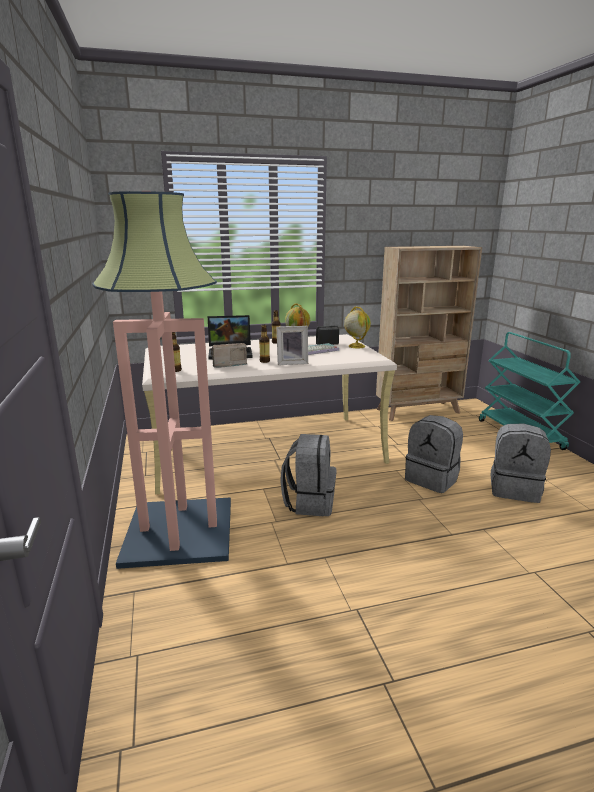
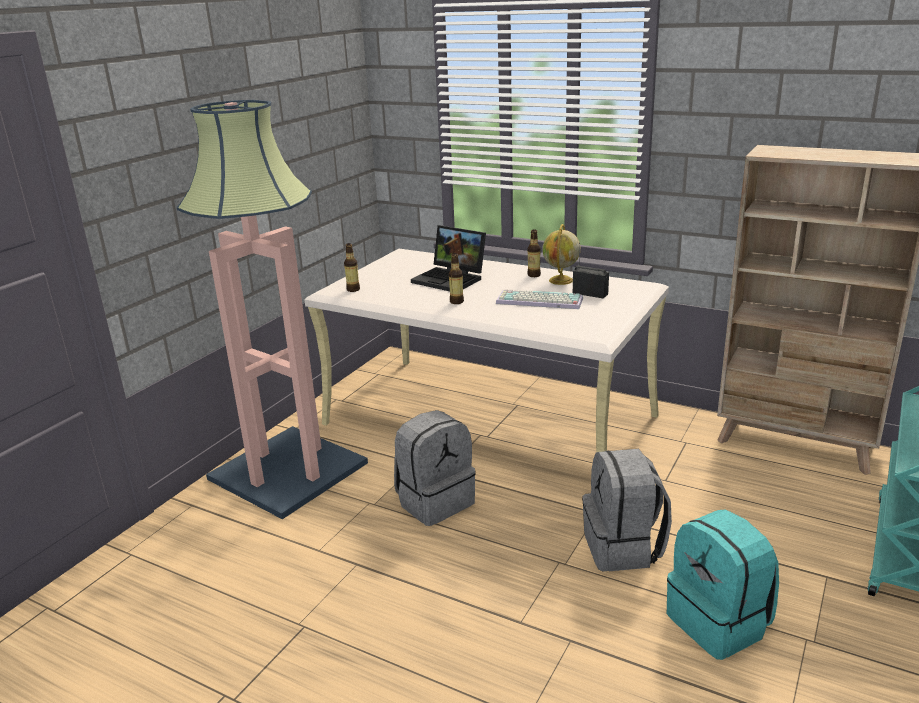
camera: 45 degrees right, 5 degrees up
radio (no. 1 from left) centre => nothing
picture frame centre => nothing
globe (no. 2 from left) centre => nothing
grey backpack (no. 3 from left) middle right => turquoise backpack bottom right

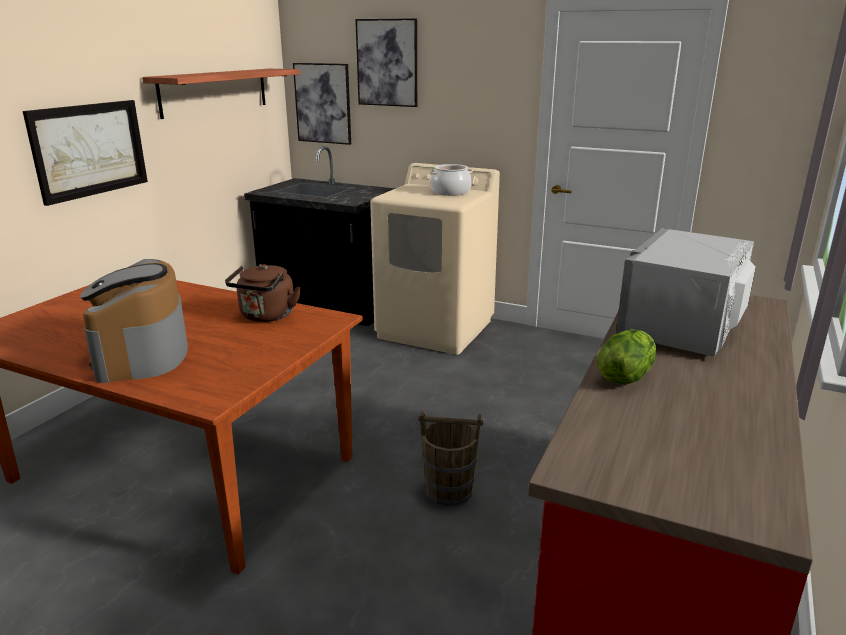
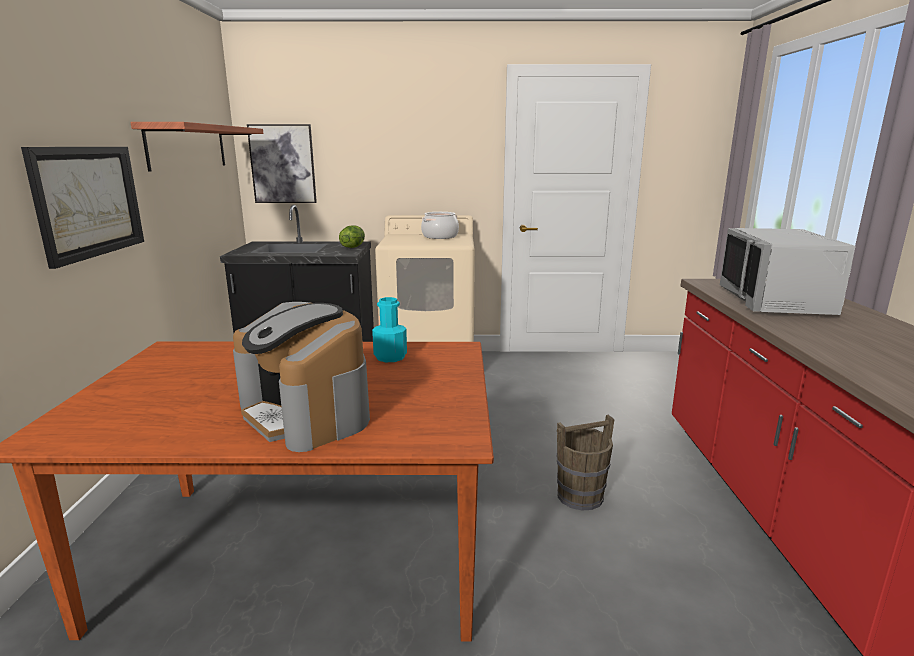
camera: 25 degrees left, 5 degrees down
picture (no. 3 from left) top centre => nothing
lettuce middle right => lettuce centre, relocated
brown kettle middle left => turquoise bottle centre

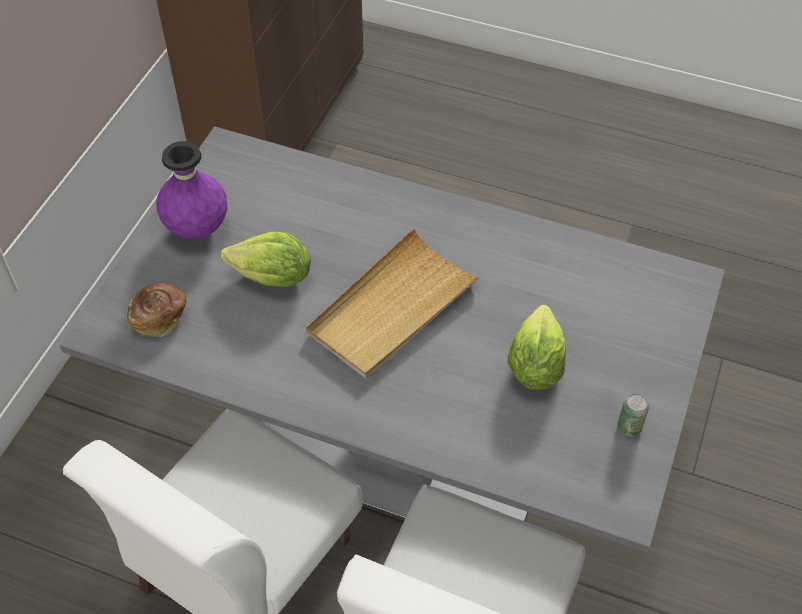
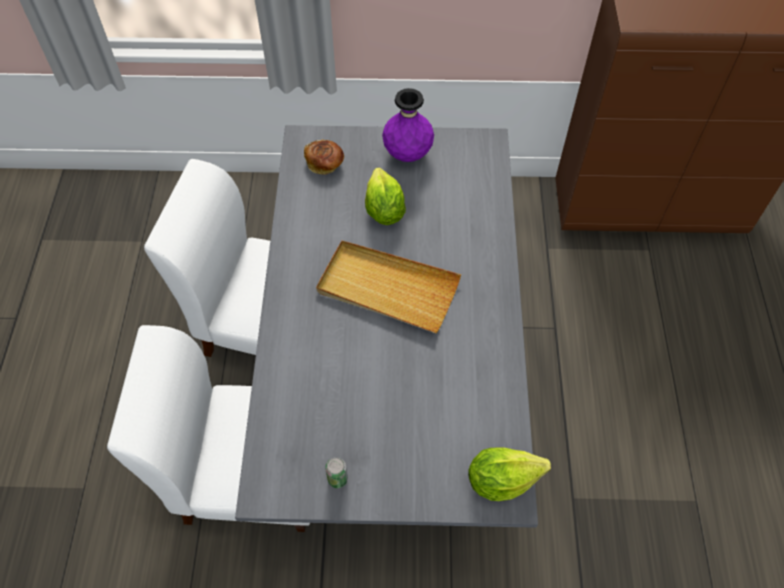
camera: 70 degrees right, 5 degrees up
lettuce (no. 2 from left) middle right => lettuce (no. 2 from left) bottom centre, relocated

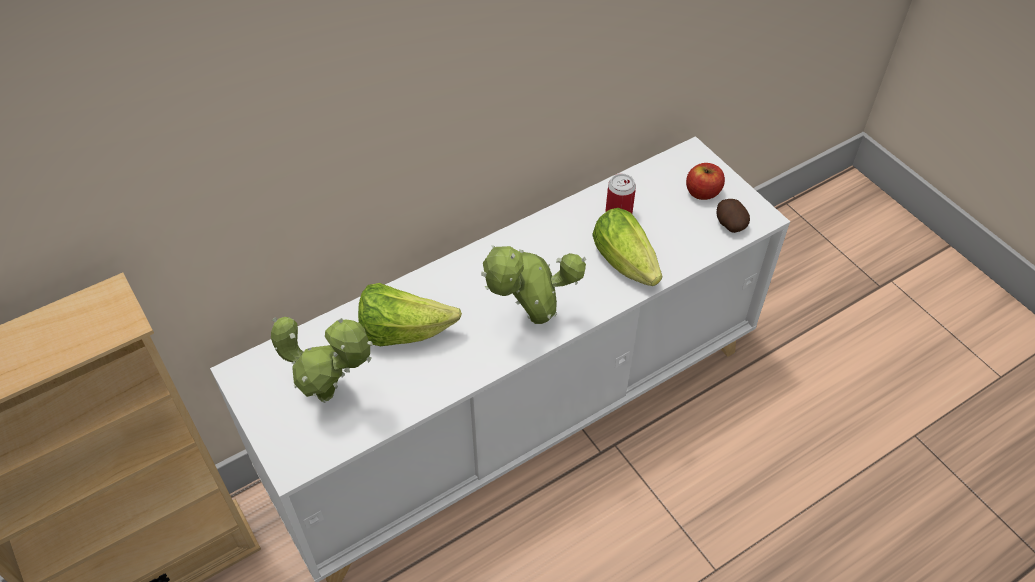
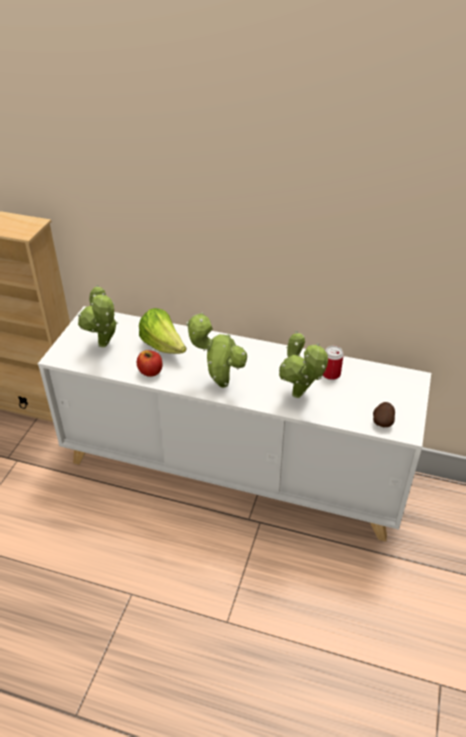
camera: 50 degrees right, 10 degrees down
apple top right => apple middle left, relocated
lettuce (no. 2 from left) centre => potted plant (no. 3 from left) centre

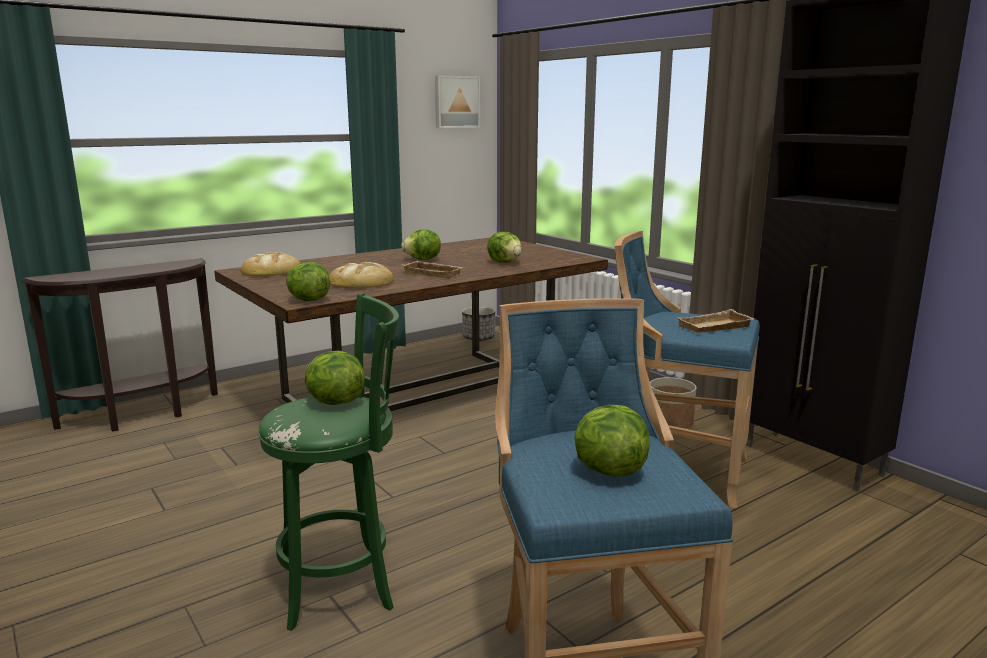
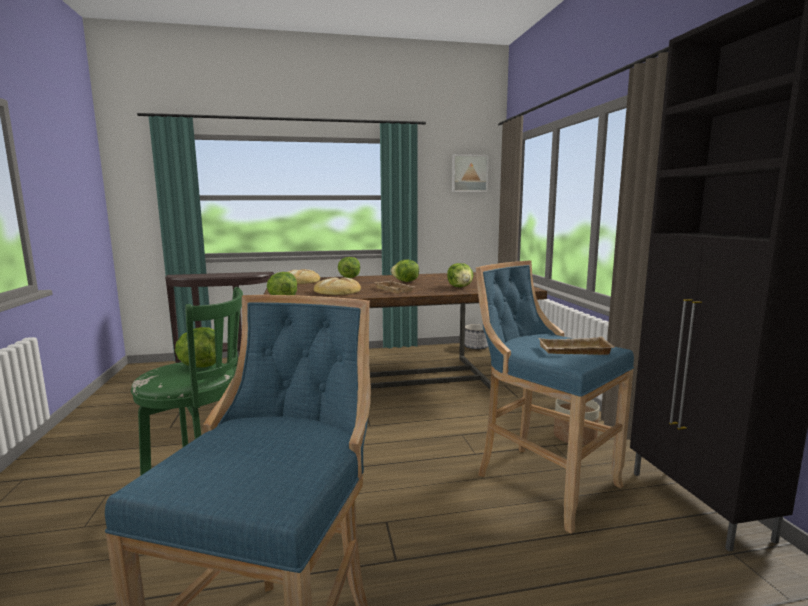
camera: 25 degrees right, 5 degrees down
lettuce (no. 5 from left in the first image) bottom centre => lettuce (no. 3 from left) centre, relocated

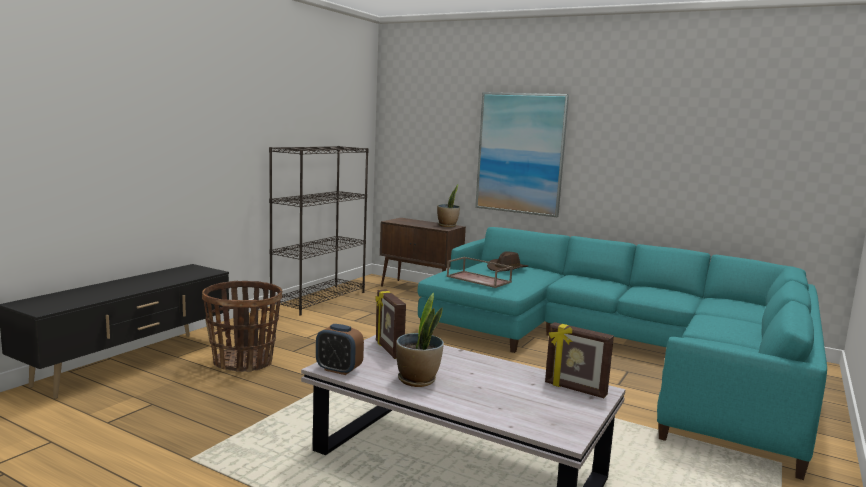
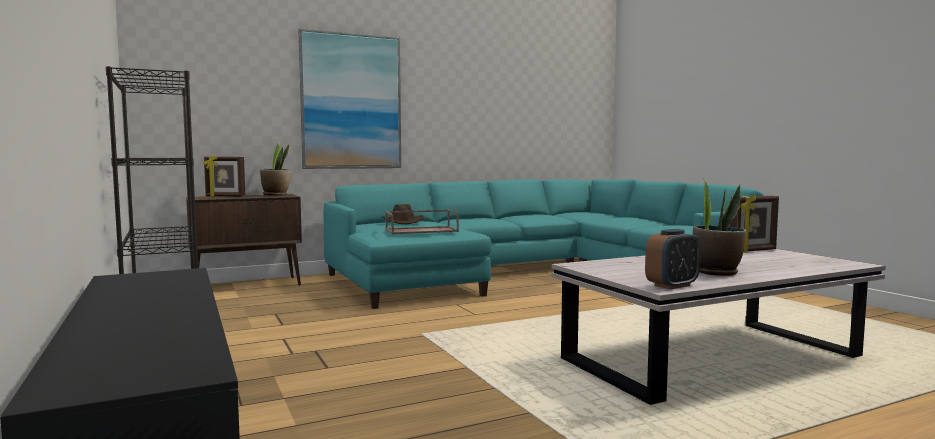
camera: 55 degrees left, 5 degrees down
basket bottom left => nothing
picture frame (no. 1 from left) centre => picture frame (no. 1 from left) middle left, relocated

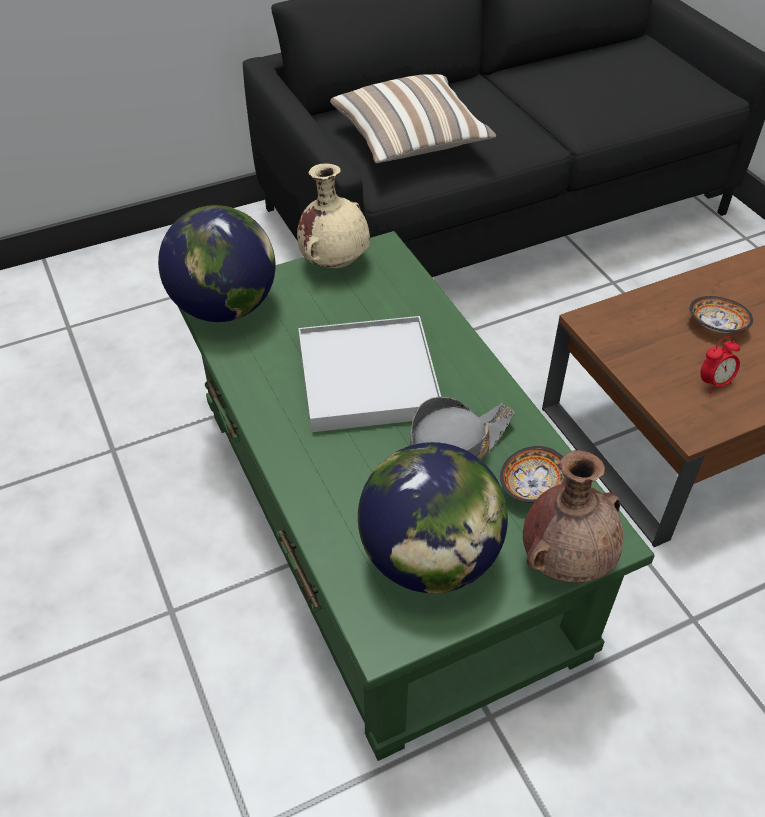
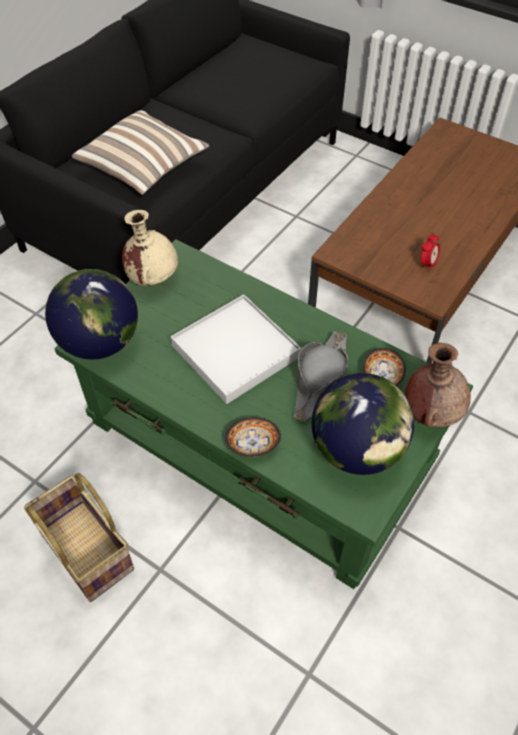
camera: 30 degrees left, 5 degrees up
nothing => basket bottom left
bowl (no. 2 from left in the first image) middle right => bowl (no. 1 from left) centre, relocated

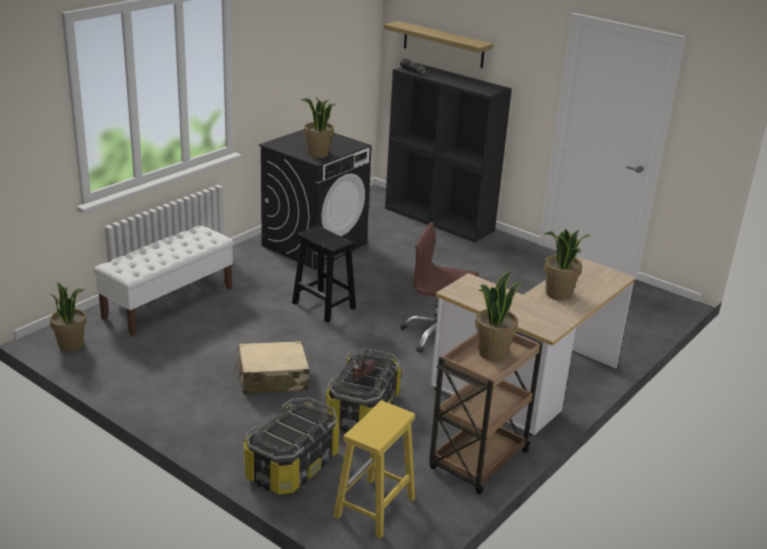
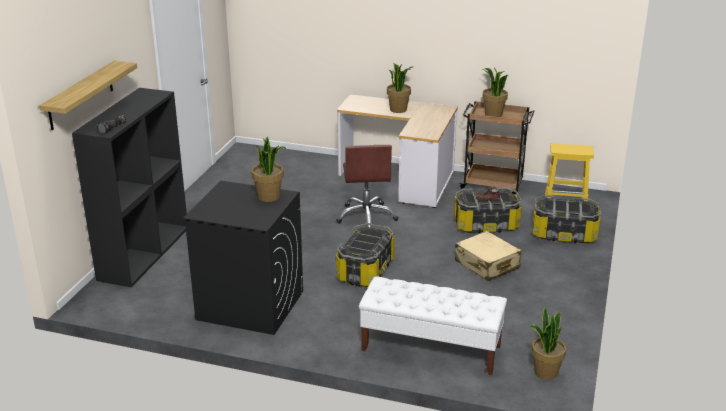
camera: 110 degrees left, 0 degrees up
black stool centre => storage box (no. 1 from left) centre

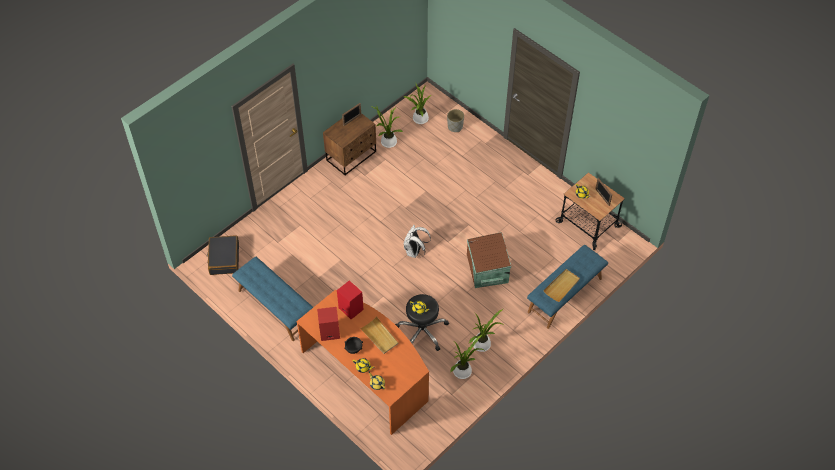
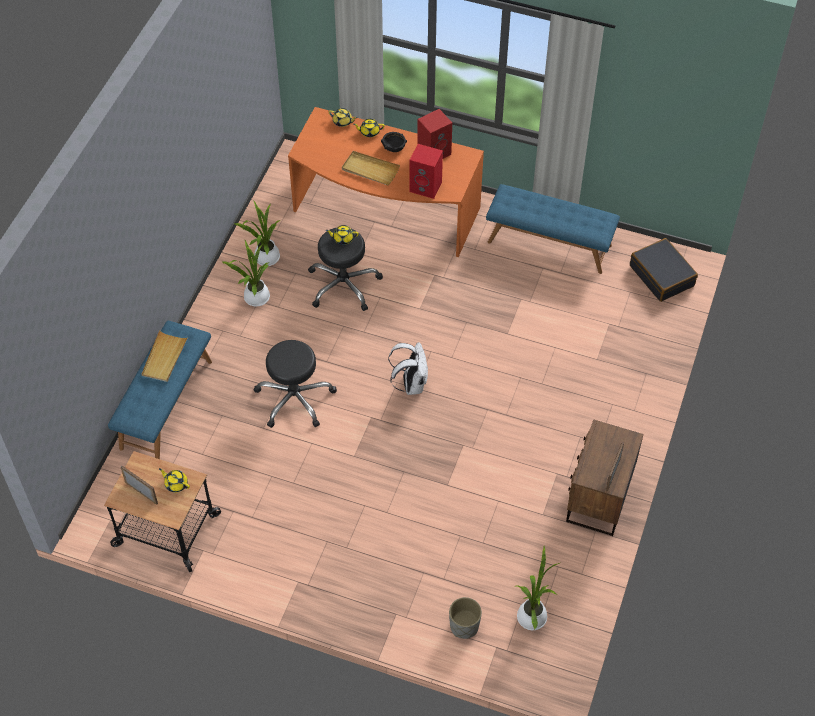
camera: 155 degrees right, 0 degrees up
potted plant (no. 1 from left) top centre => nothing
brown storage box centre => black stool (no. 1 from left) centre

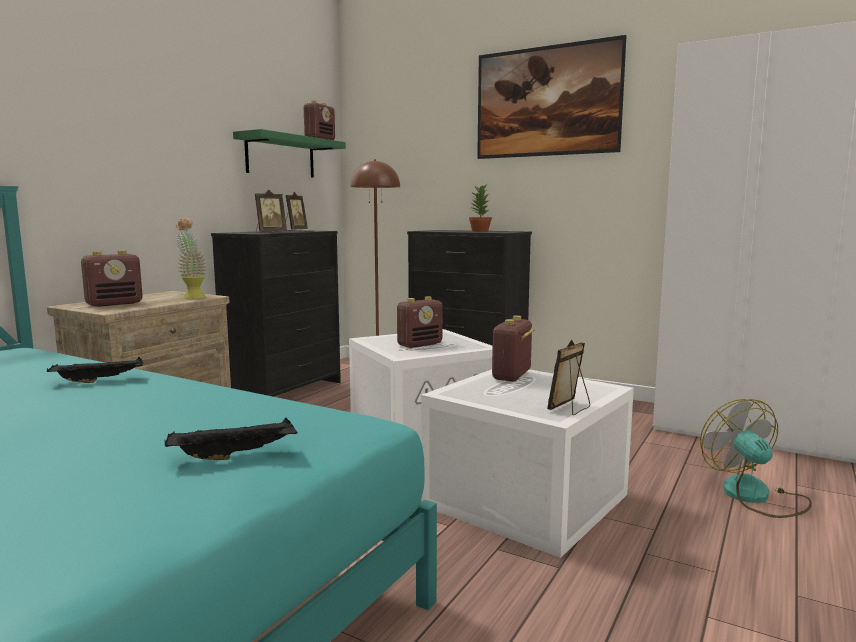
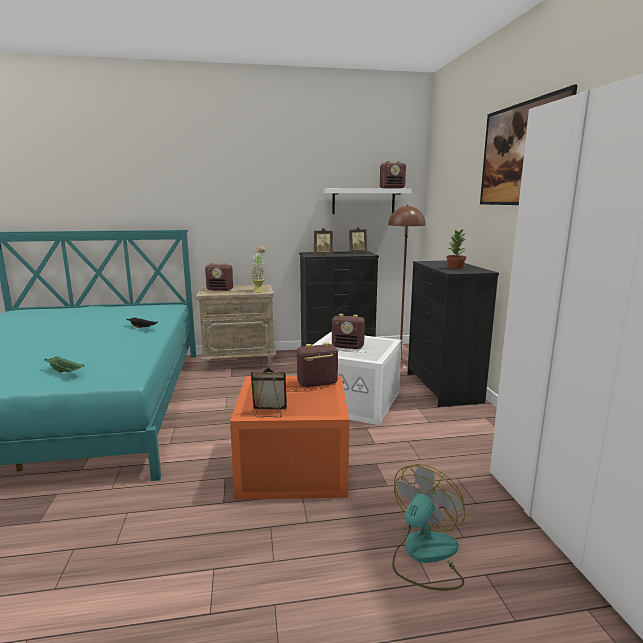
camera: 50 degrees right, 5 degrees up
black tray (no. 2 from left) bottom left => green tray middle left
green shelf top centre => white shelf top centre
white storage box (no. 2 from left) bottom centre => orange storage box bottom centre

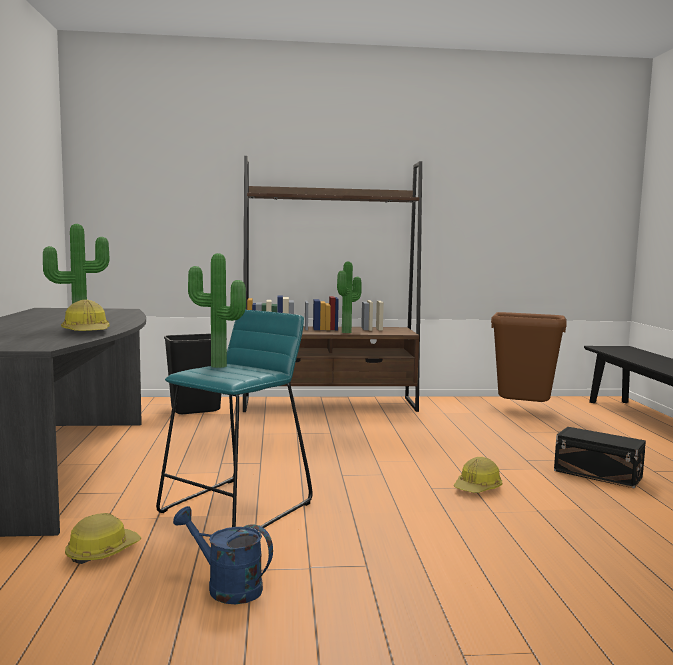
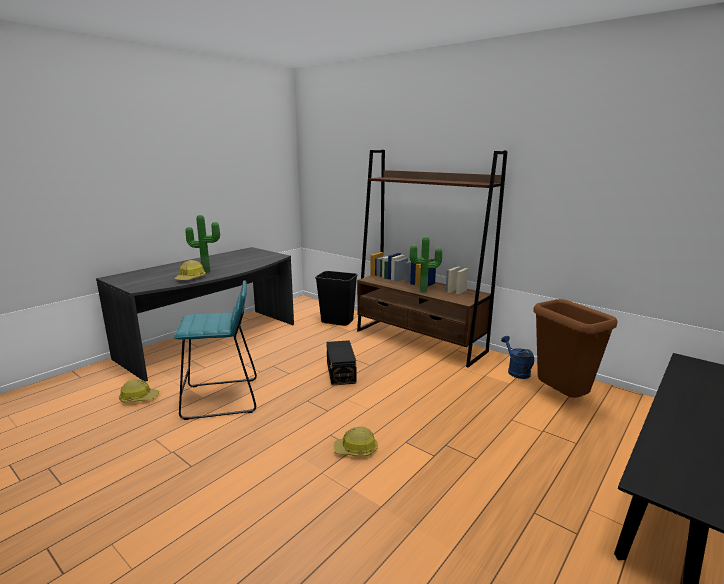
camera: 45 degrees right, 10 degrees up
potted plant (no. 2 from left) middle left => nothing
blue watering can bottom left => blue watering can middle right, relocated
black storage box bottom right => black storage box centre, relocated

